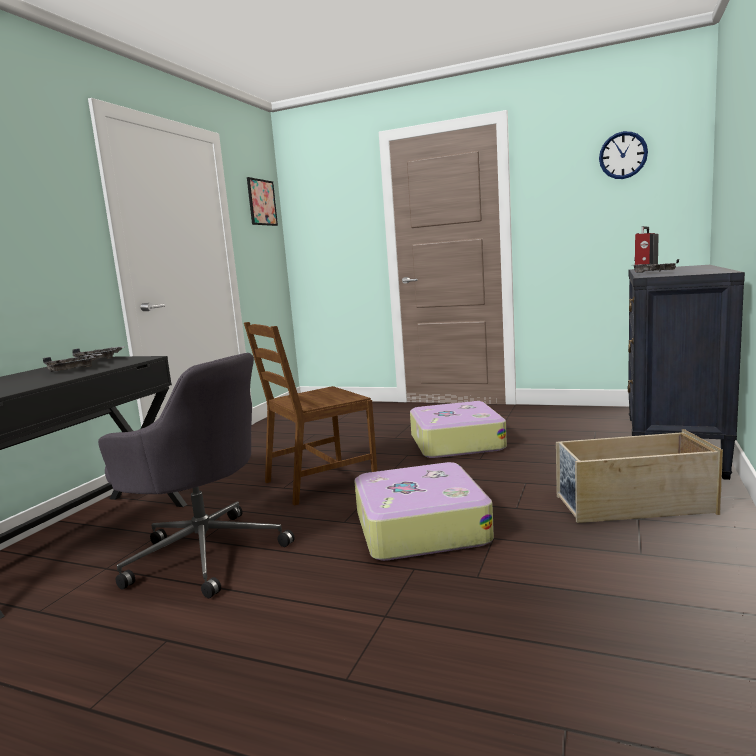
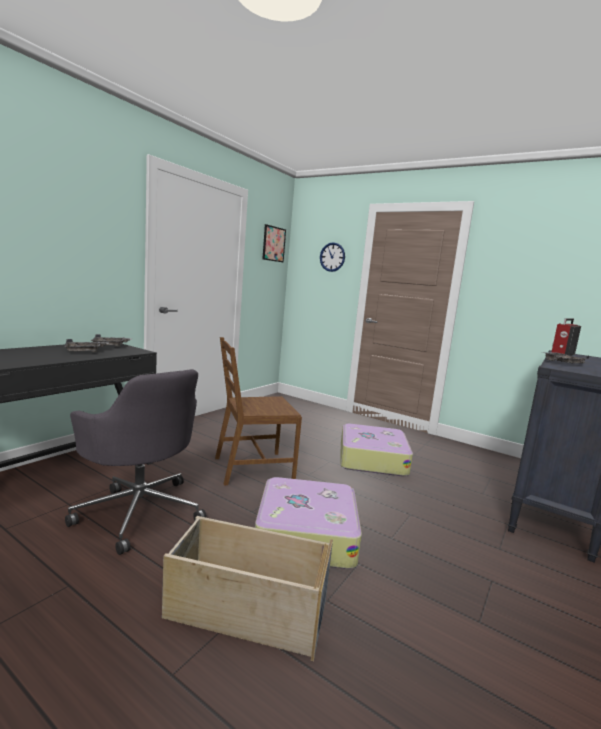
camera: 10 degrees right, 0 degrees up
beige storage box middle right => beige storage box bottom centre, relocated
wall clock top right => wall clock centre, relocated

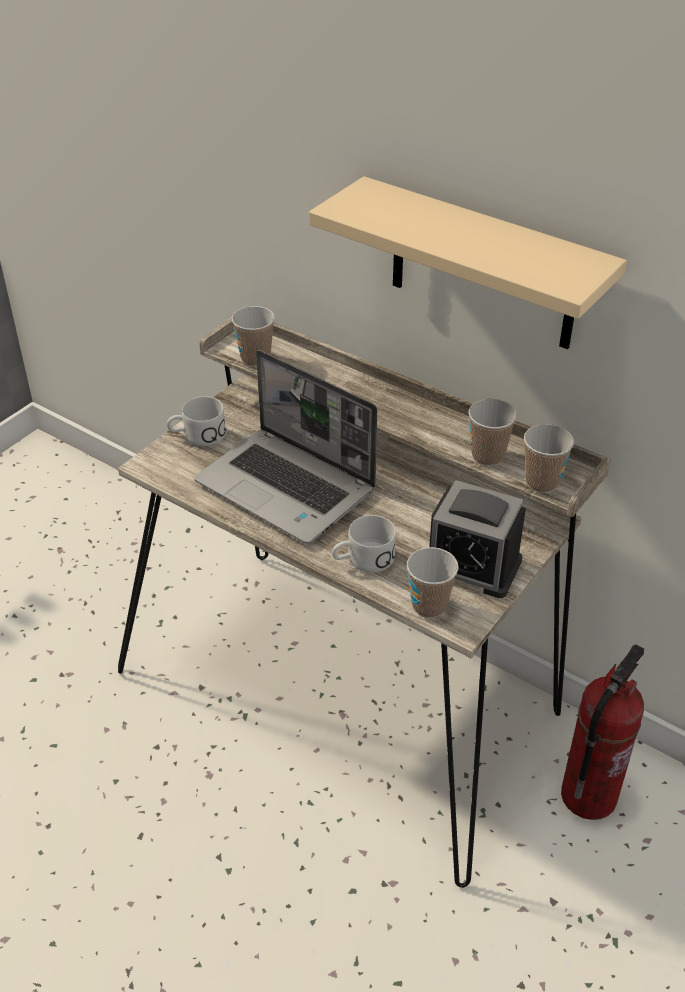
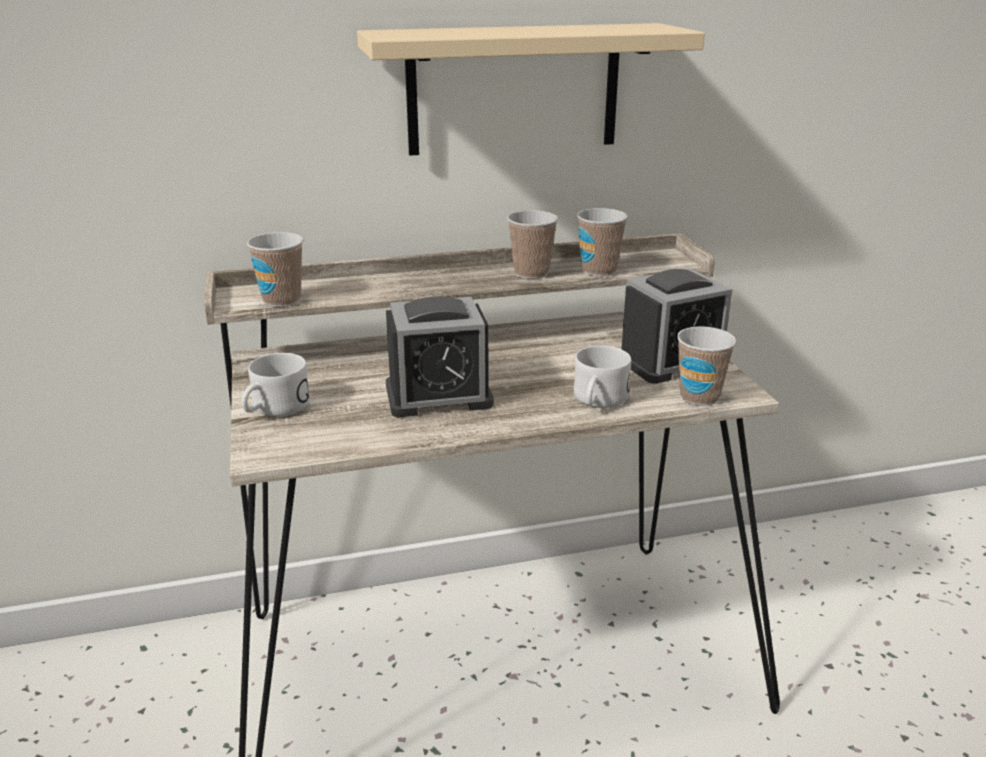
camera: 50 degrees left, 15 degrees down
fire extinguisher bottom right => nothing
cup (no. 4 from left in the first image) middle right => cup (no. 2 from left) top centre, relocated
laptop centre => alarm clock (no. 1 from left) centre

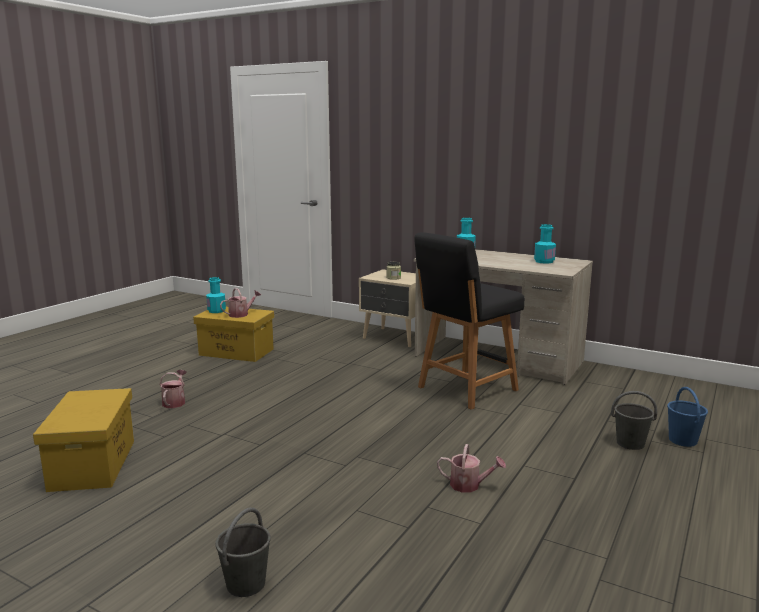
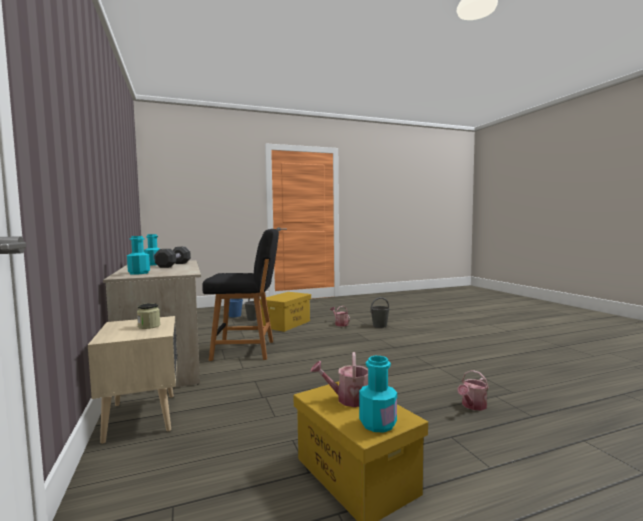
camera: 140 degrees left, 10 degrees down
nothing => black dumbbell middle left
yellow storage box (no. 1 from left) bottom left => yellow storage box (no. 1 from left) centre, relocated
grey bucket (no. 1 from left in the first image) bottom left => grey bucket (no. 2 from left) centre, relocated

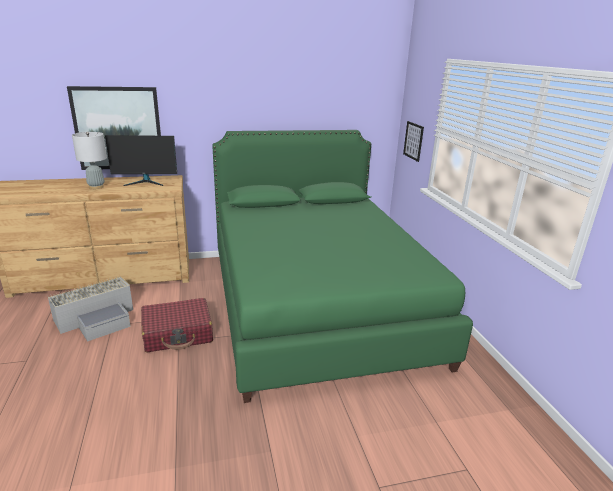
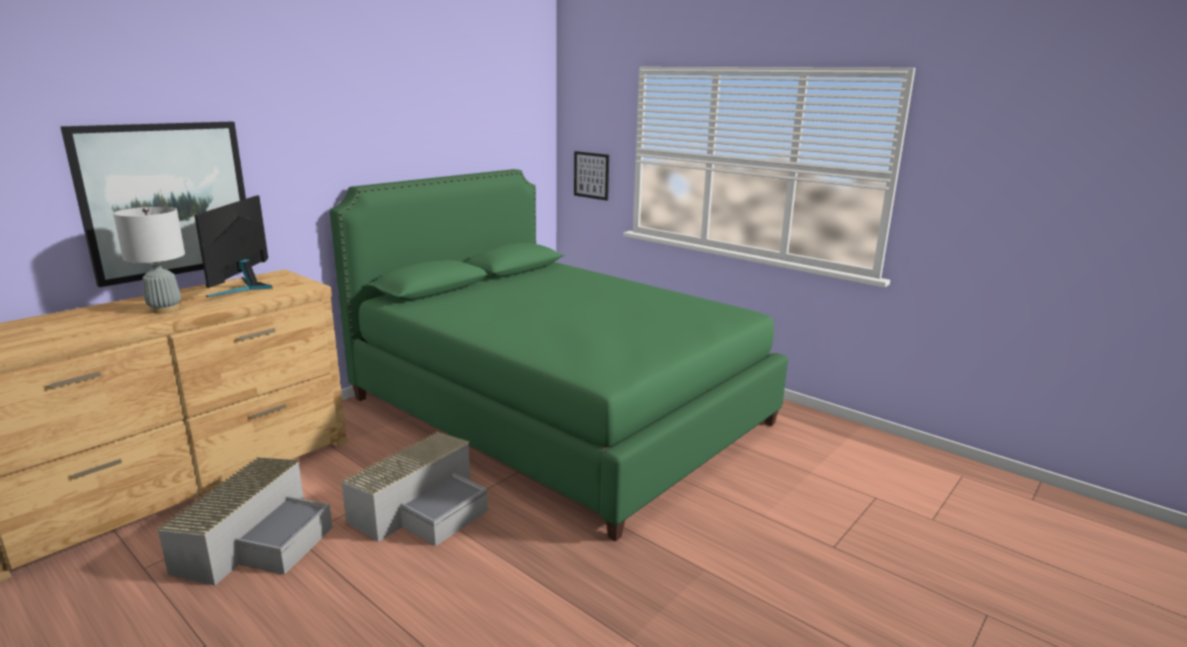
camera: 35 degrees left, 5 degrees down
red suitcase middle left => grey storage box (no. 2 from left) bottom centre
monitor top left => monitor middle left, 135 degrees clockwise

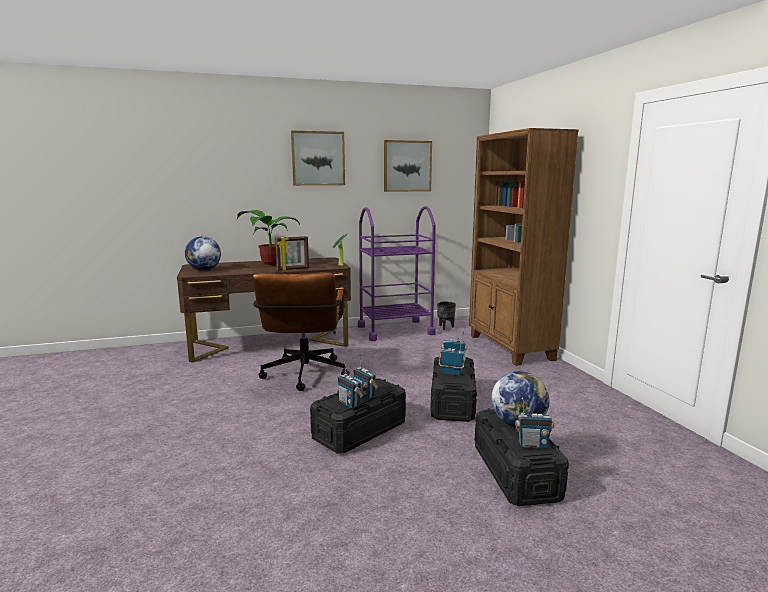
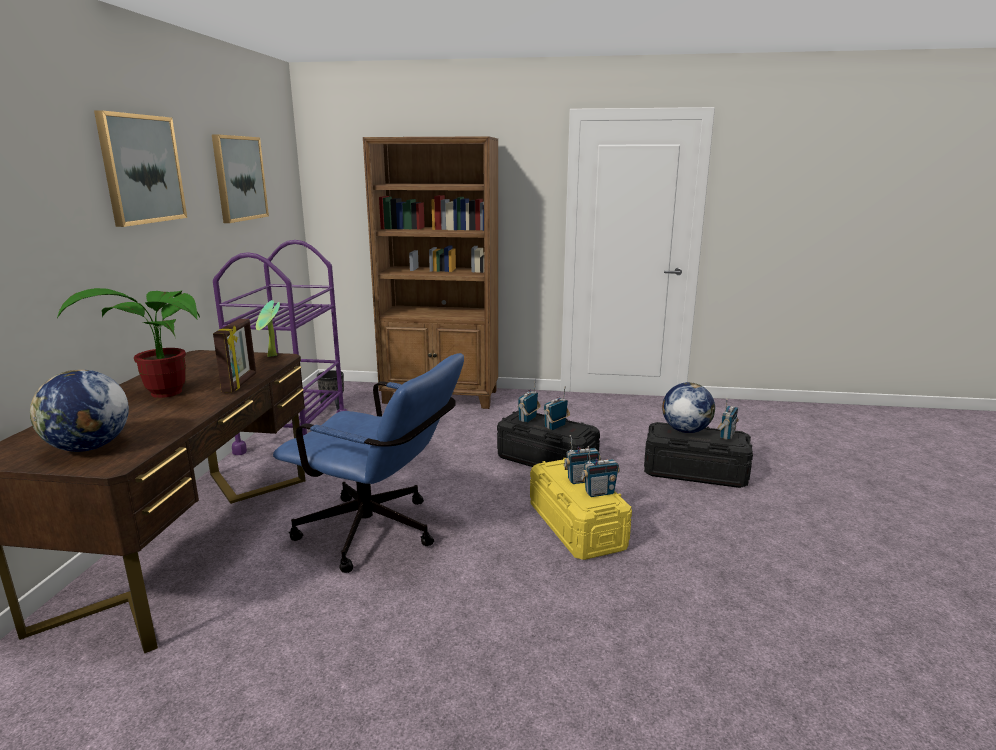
camera: 65 degrees left, 5 degrees up
brown office chair centre => blue office chair centre
black storage box (no. 1 from left) bottom centre => yellow storage box bottom centre

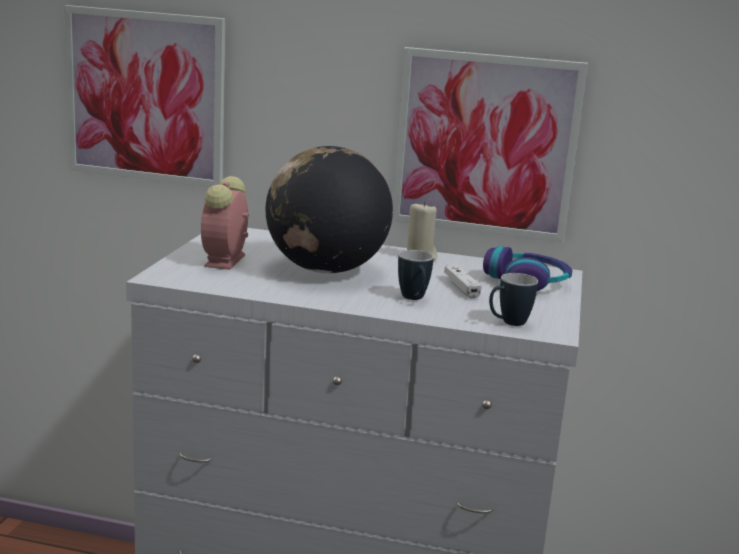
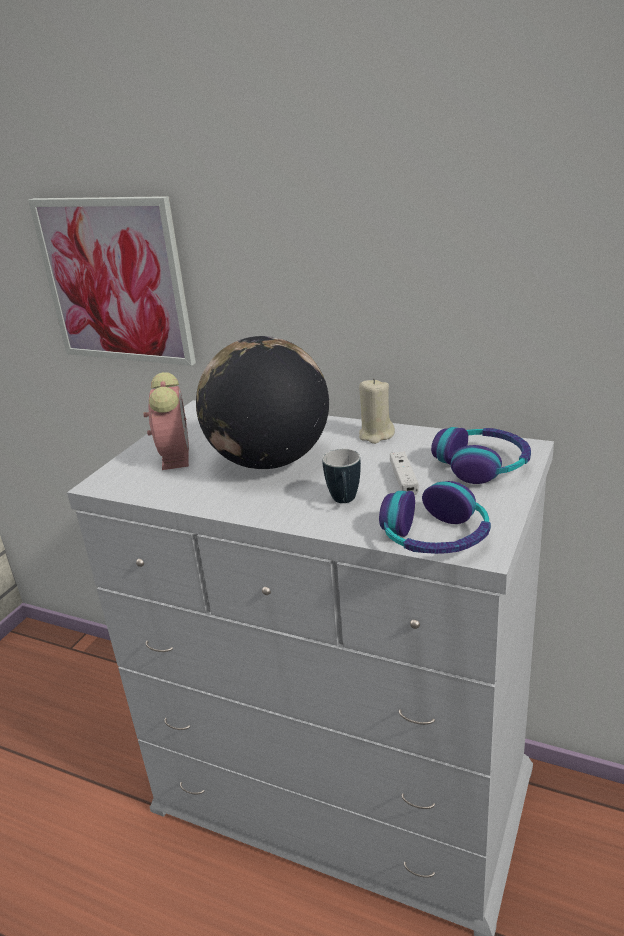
camera: 15 degrees right, 10 degrees up
picture (no. 2 from left) top centre => nothing
mug (no. 2 from left) middle right => headphones (no. 1 from left) middle right
alarm clock middle left, 150 degrees clockwise

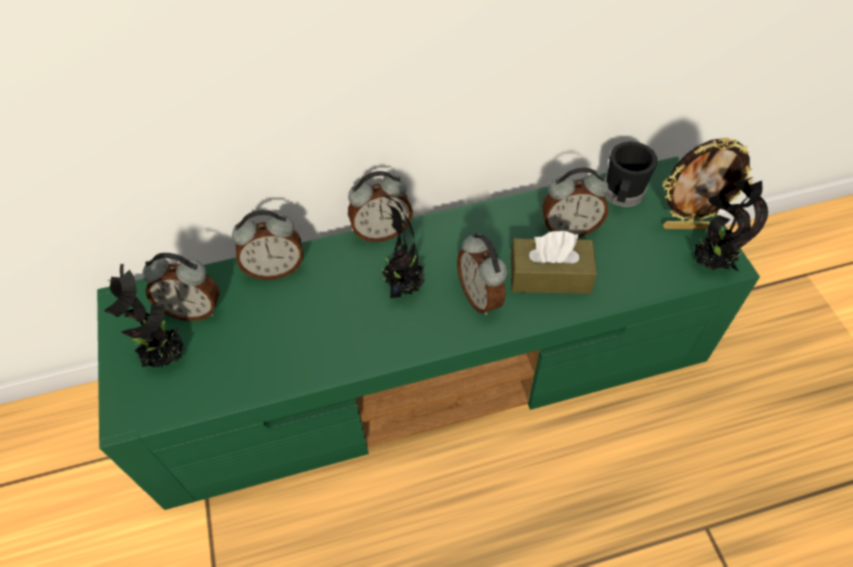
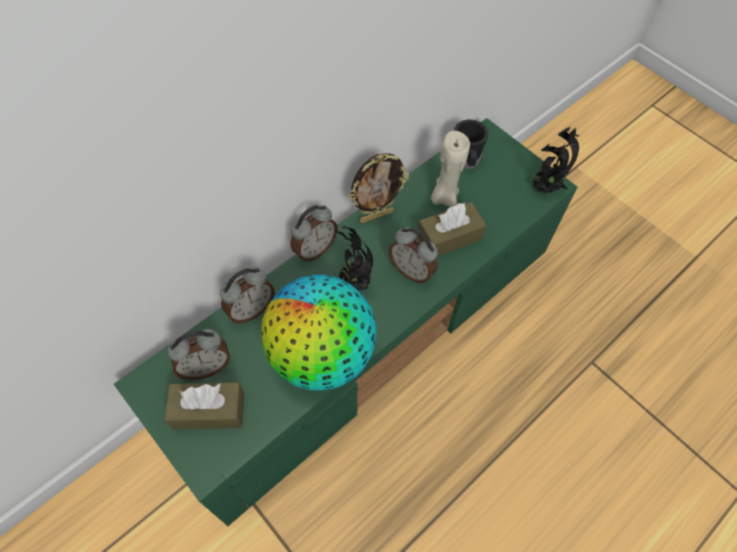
camera: 30 degrees left, 5 degrees up
nothing => globe centre
picture frame top right => picture frame centre, relocated
potted plant (no. 1 from left) middle left => brown tissue box (no. 1 from left) bottom left
alarm clock (no. 5 from left) middle right => beige candle top centre

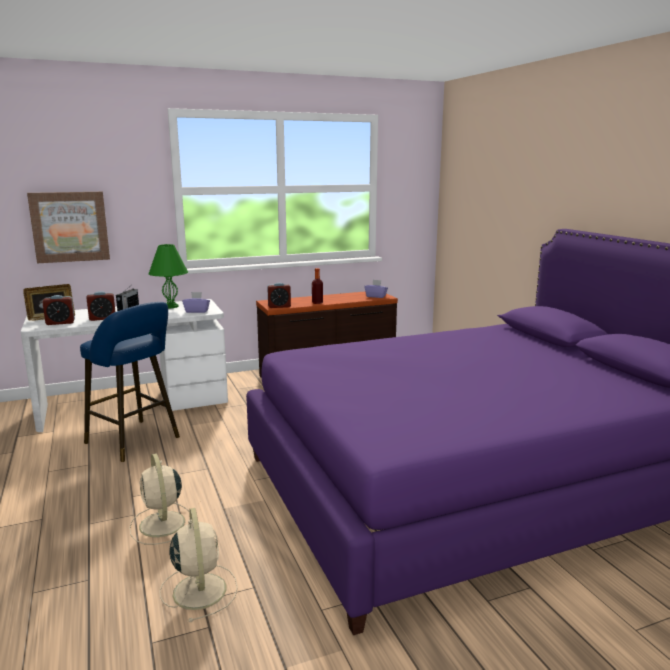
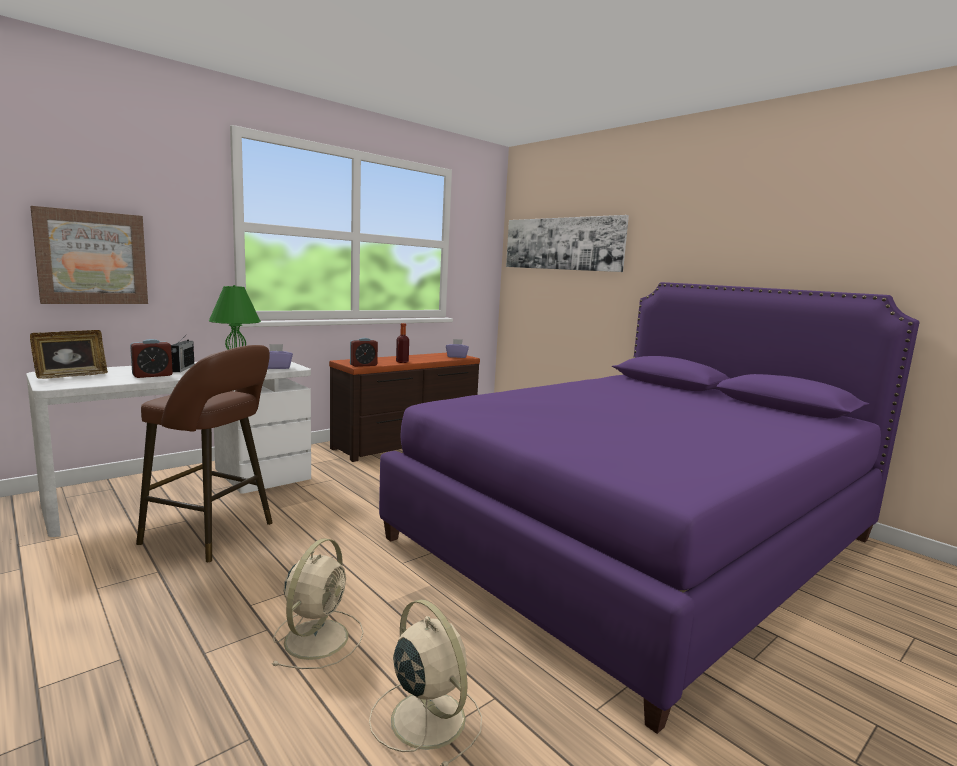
camera: 20 degrees left, 5 degrees down
alarm clock (no. 1 from left) middle left => nothing
nothing => picture (no. 2 from left) top centre
blue stool middle left => brown stool middle left
beige fan (no. 1 from left) bottom left, 120 degrees counterclockwise

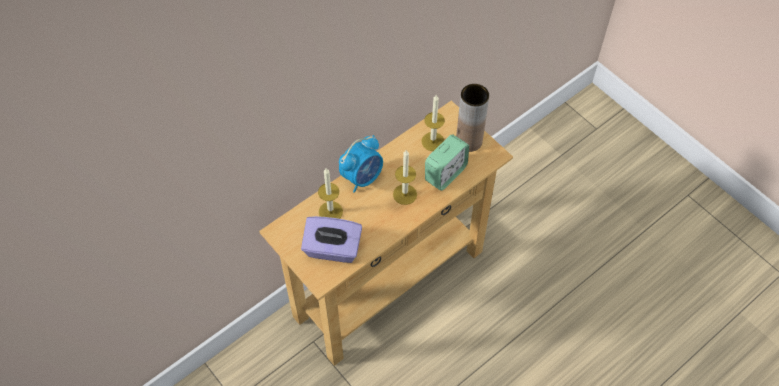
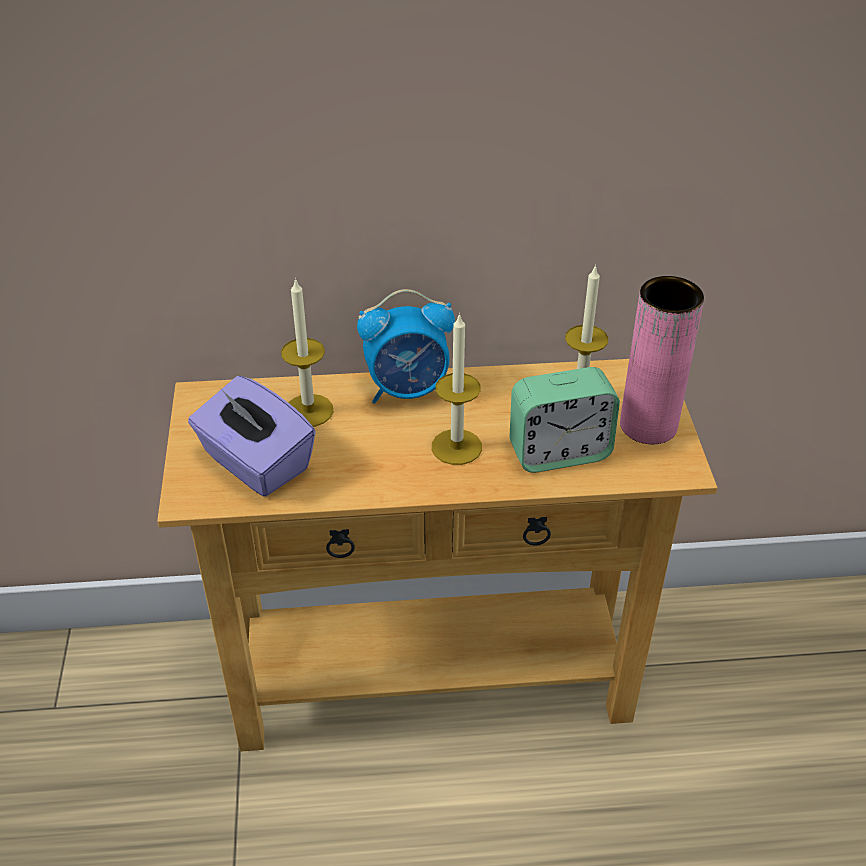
camera: 35 degrees right, 15 degrees down
brown vase top centre => pink vase middle right

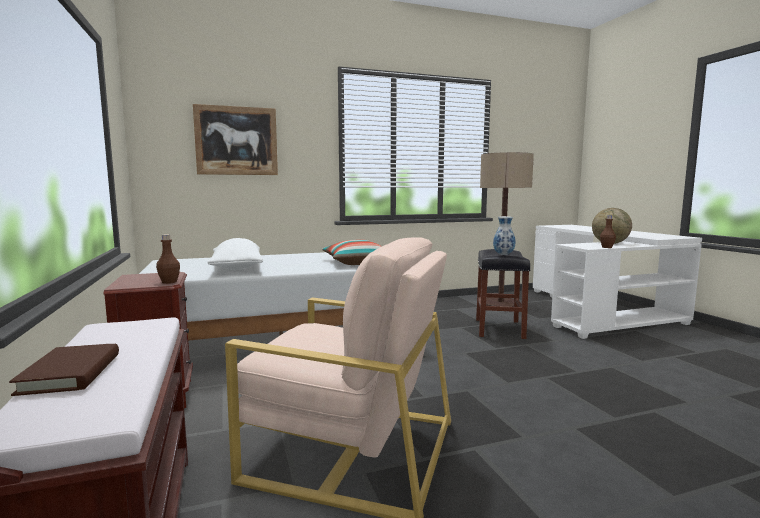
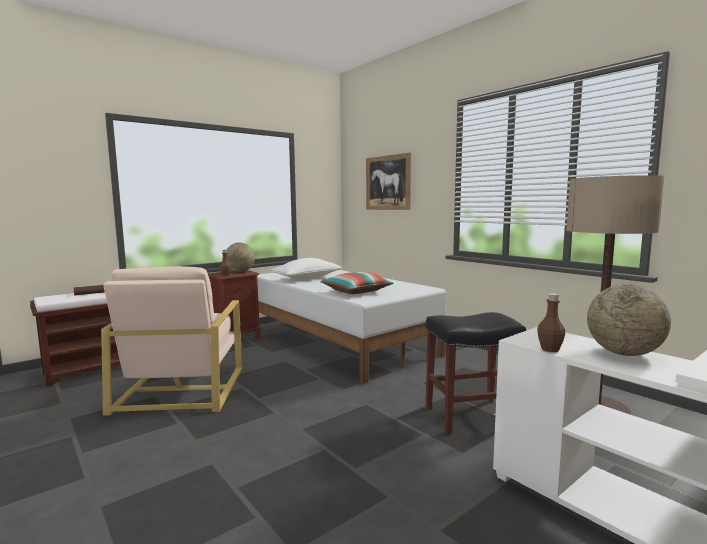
camera: 70 degrees right, 0 degrees up
vase centre => nothing
nothing => globe (no. 1 from left) centre

